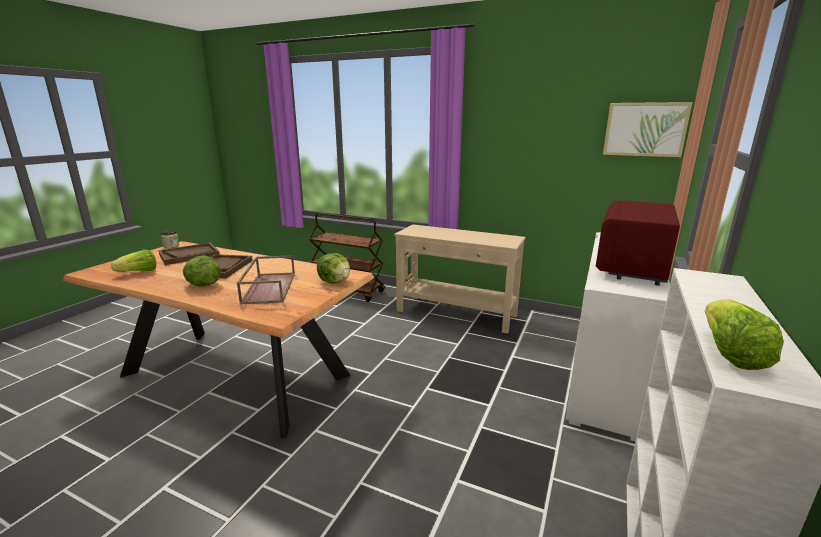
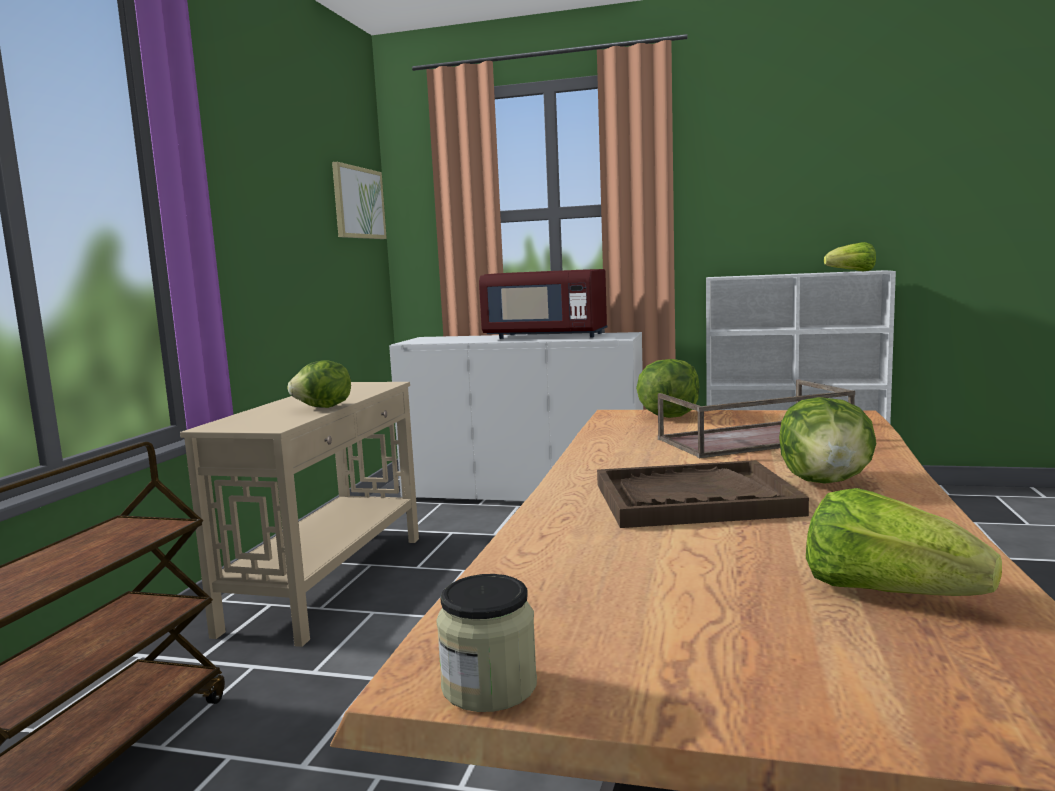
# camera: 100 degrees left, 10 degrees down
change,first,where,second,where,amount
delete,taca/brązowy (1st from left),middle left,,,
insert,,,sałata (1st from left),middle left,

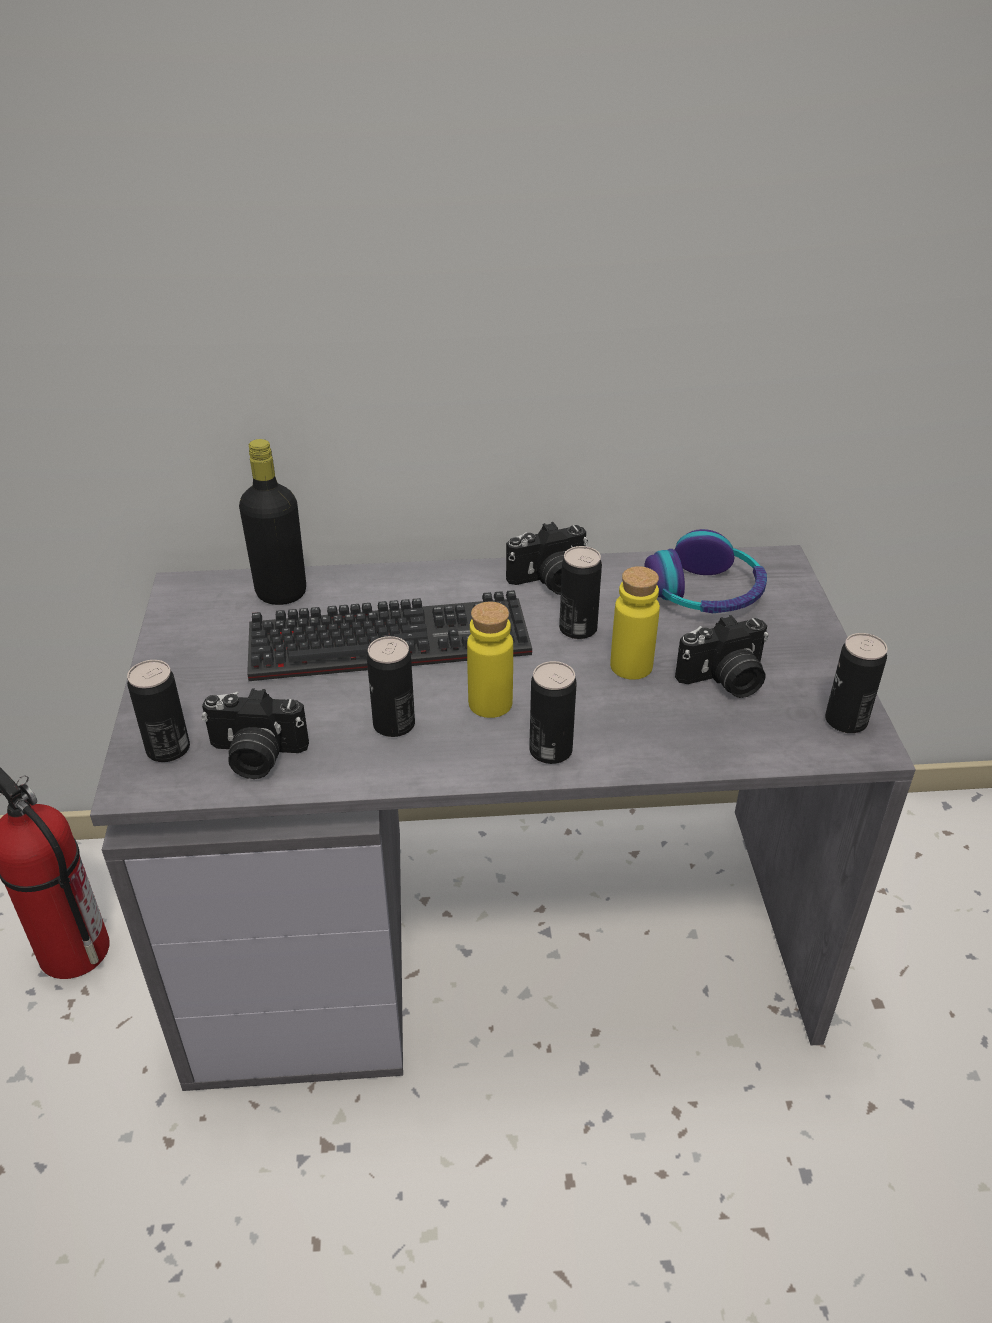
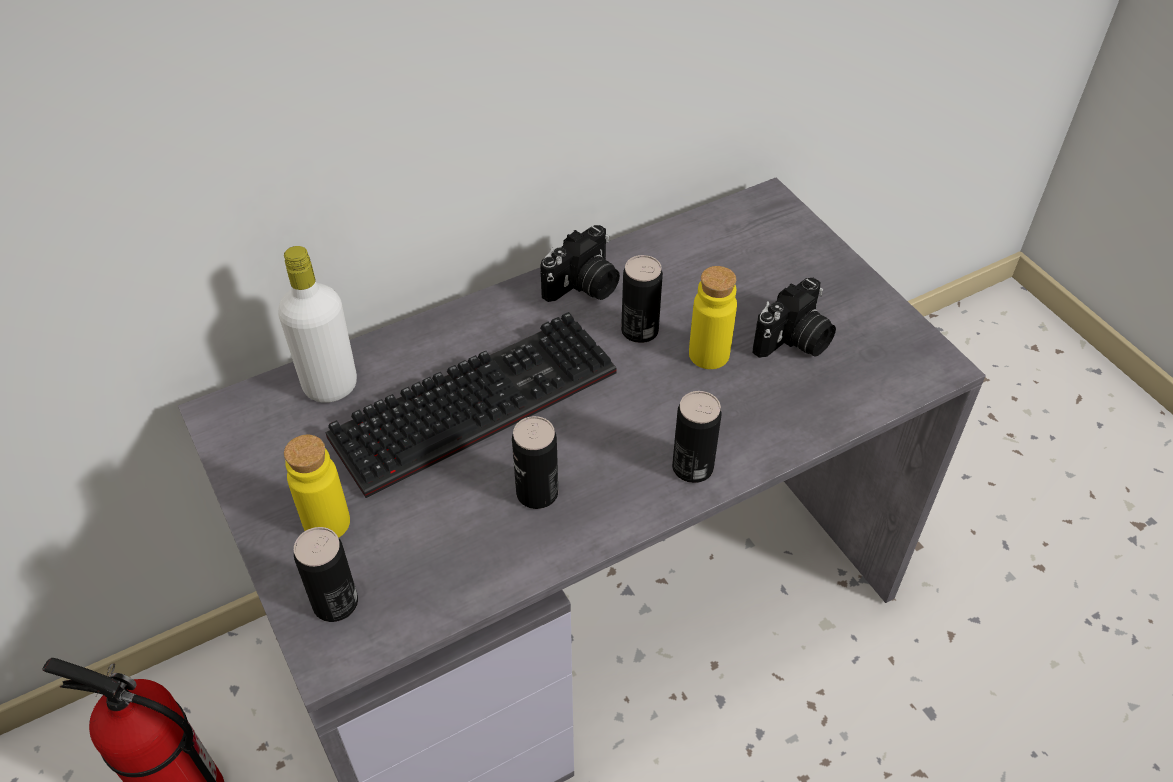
# camera: 25 degrees left, 10 degrees up
change,first,where,second,where,amount
recolor,butelka/czarny,middle left,butelka/biały,middle left,
delete,słuchawki,middle right,,,
move,butelka/żółty (1st from left),centre,,middle left,
delete,puszka (5th from left),middle right,,,
delete,aparat fotograficzny (1st from left),middle left,,,

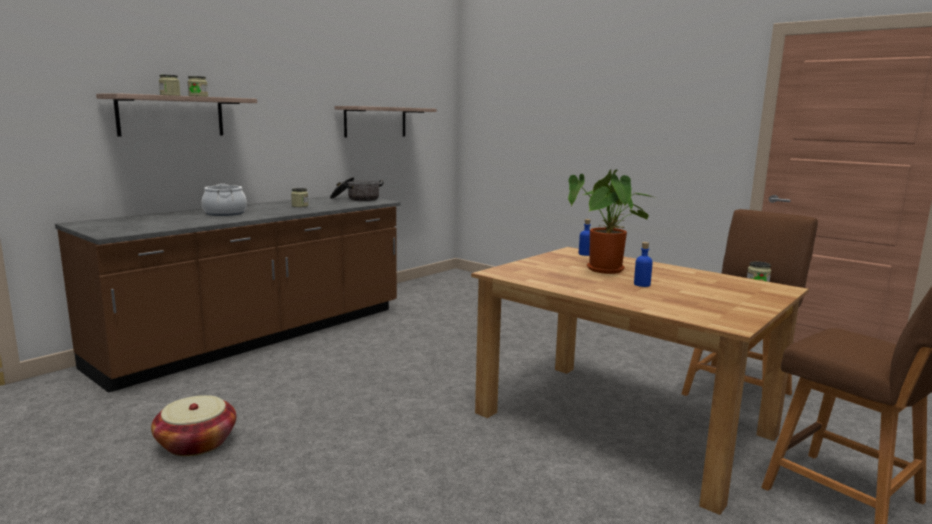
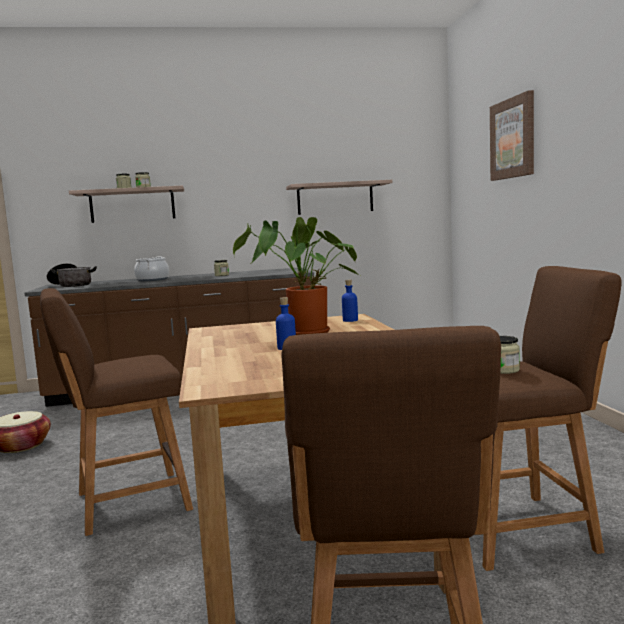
# camera: 40 degrees right, 5 degrees down
change,first,where,second,where,amount
move,garnek (2nd from left in the first image),centre,garnek (1st from left),middle left,
insert,,,obraz,top right,
insert,,,stołek/brązowy (1st from left),middle left,

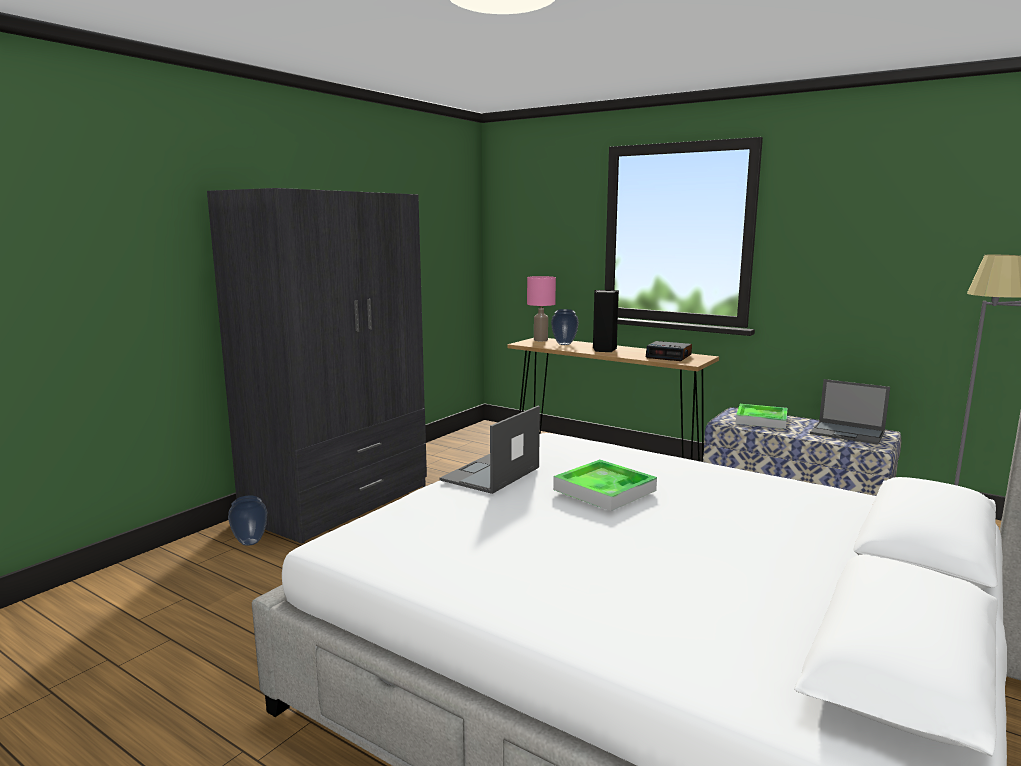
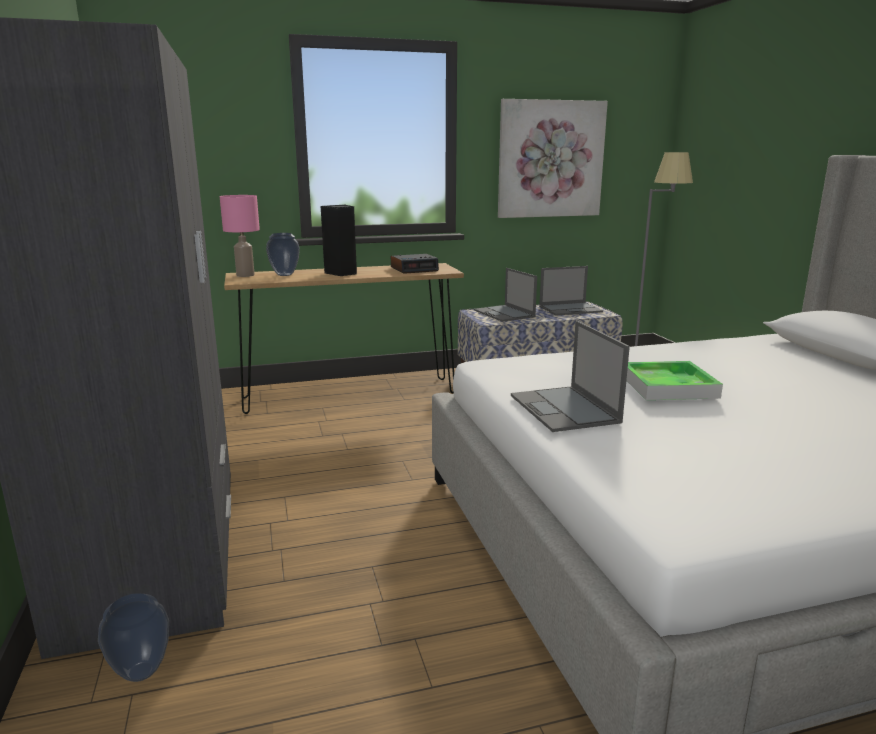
# camera: 50 degrees left, 5 degrees up
change,first,where,second,where,amount
replace,taca (2nd from left),middle right,laptop (1st from left),centre,
insert,,,obraz,top centre,

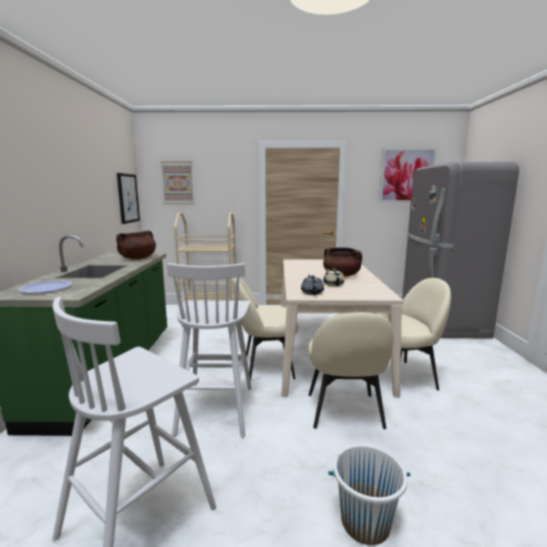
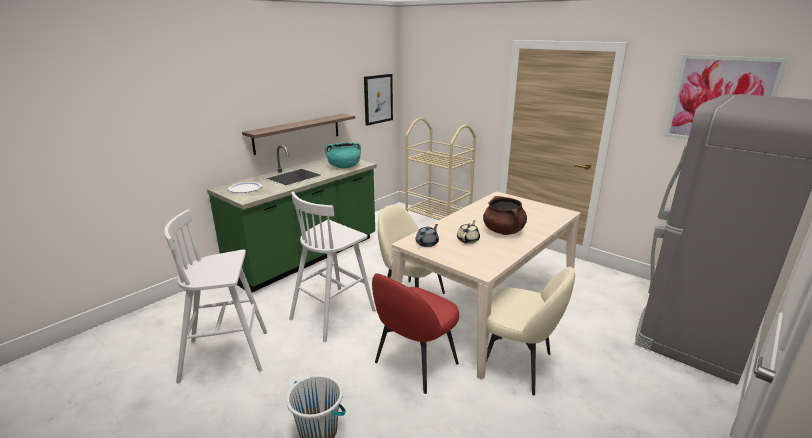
# camera: 40 degrees right, 10 degrees up
change,first,where,second,where,amount
delete,obraz (2nd from left),top left,,,
recolor,garnek/brązowy (1st from left),middle left,garnek/turkusowy,centre,
recolor,krzesło/beżowy (2nd from left),bottom centre,krzesło/czerwony,bottom centre,
insert,,,półka,top centre,

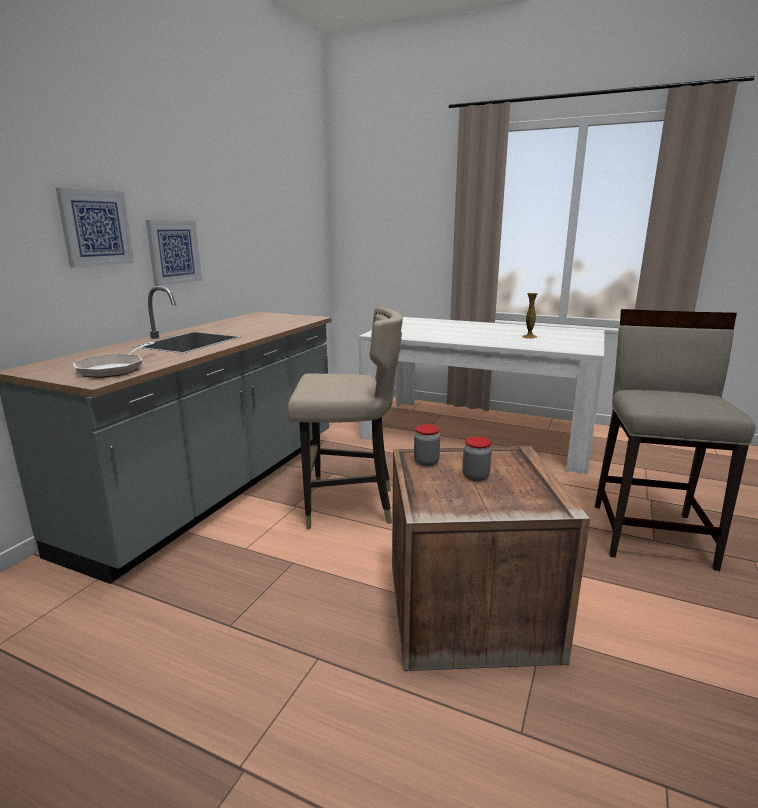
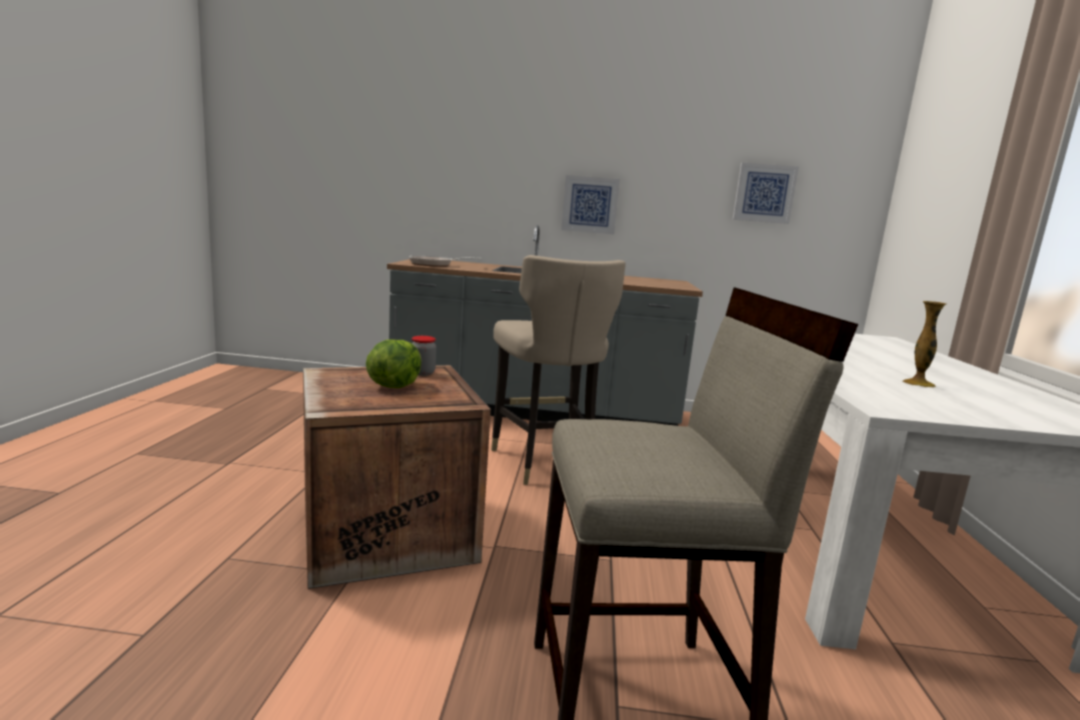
# camera: 70 degrees right, 5 degrees down
change,first,where,second,where,amount
move,obraz (1st from left in the first image),top left,obraz (2nd from left),top right,
replace,słoik (2nd from left),centre,sałata,centre,

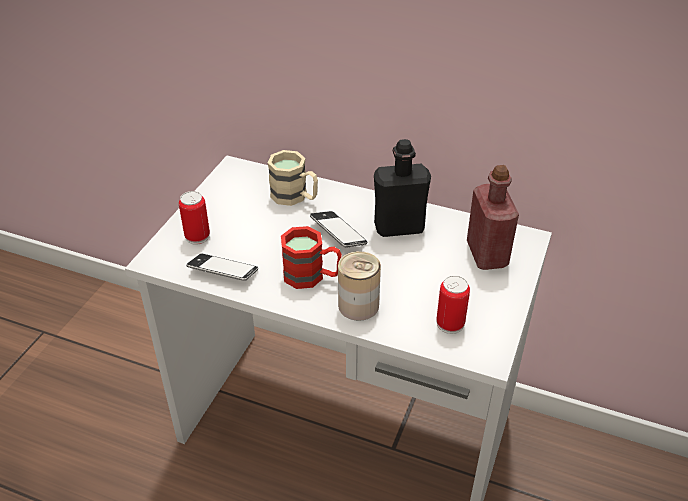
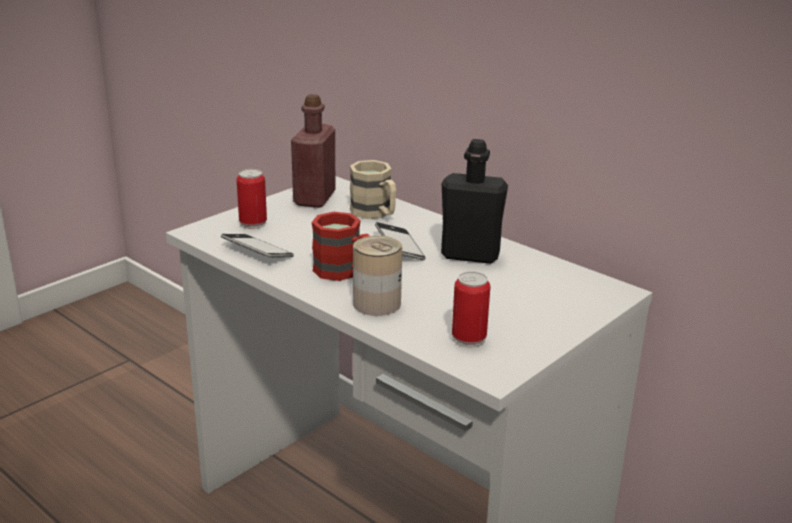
# camera: 20 degrees right, 15 degrees down
change,first,where,second,where,amount
move,butelka/czerwony,middle right,,top centre,

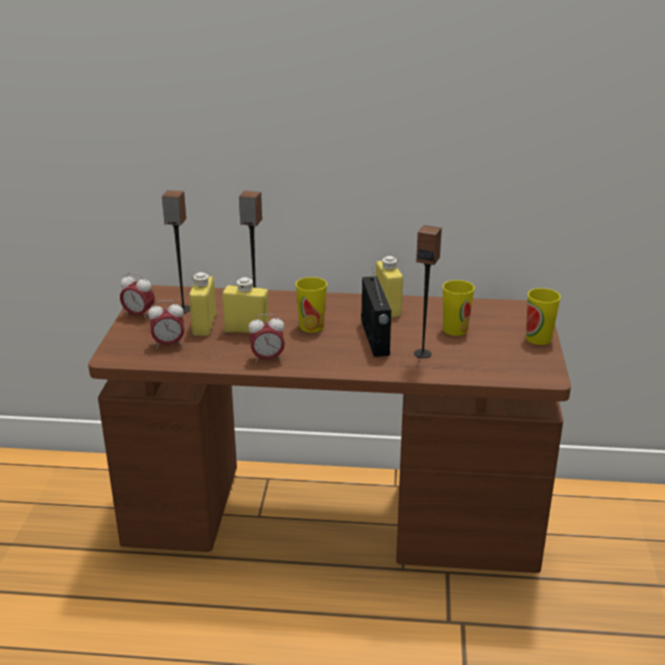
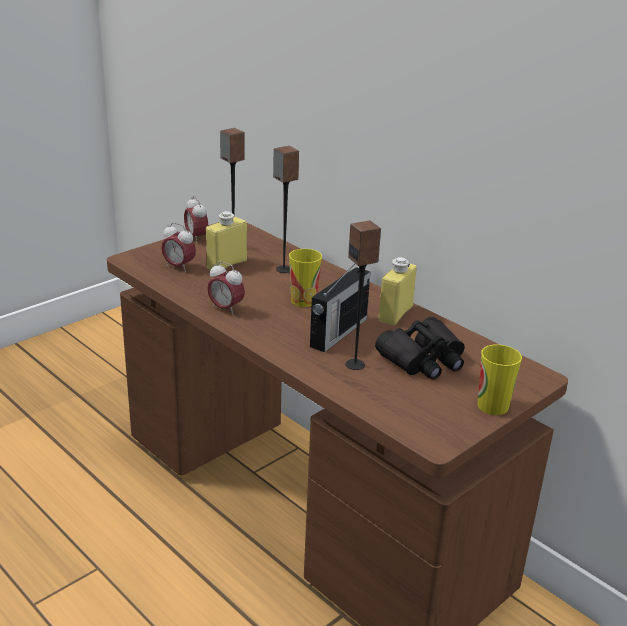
# camera: 40 degrees right, 0 degrees up
change,first,where,second,where,amount
delete,butelka/żółty (2nd from left),centre,,,
replace,filiżanka (2nd from left),middle right,lornetka/czarny,middle right,

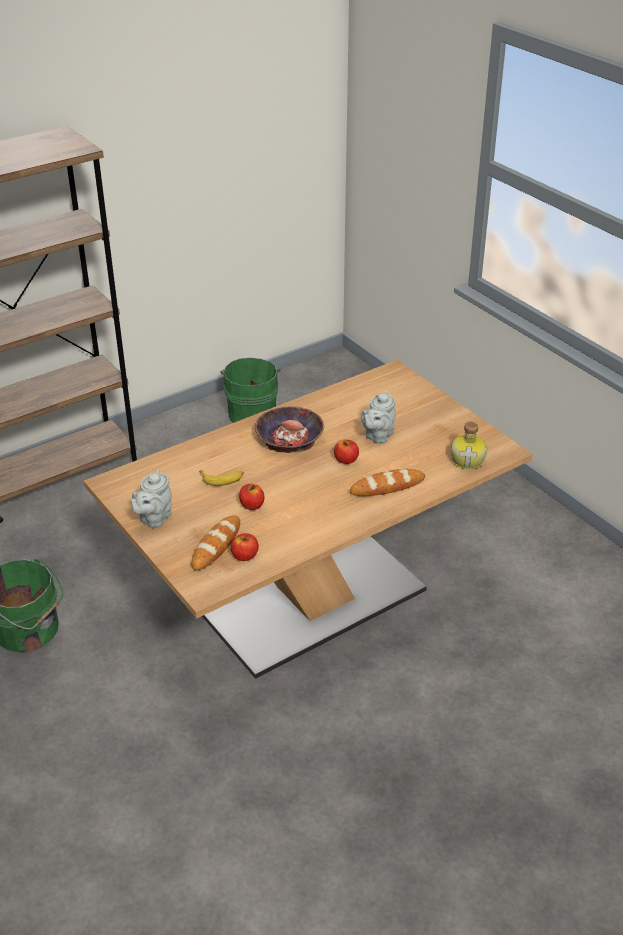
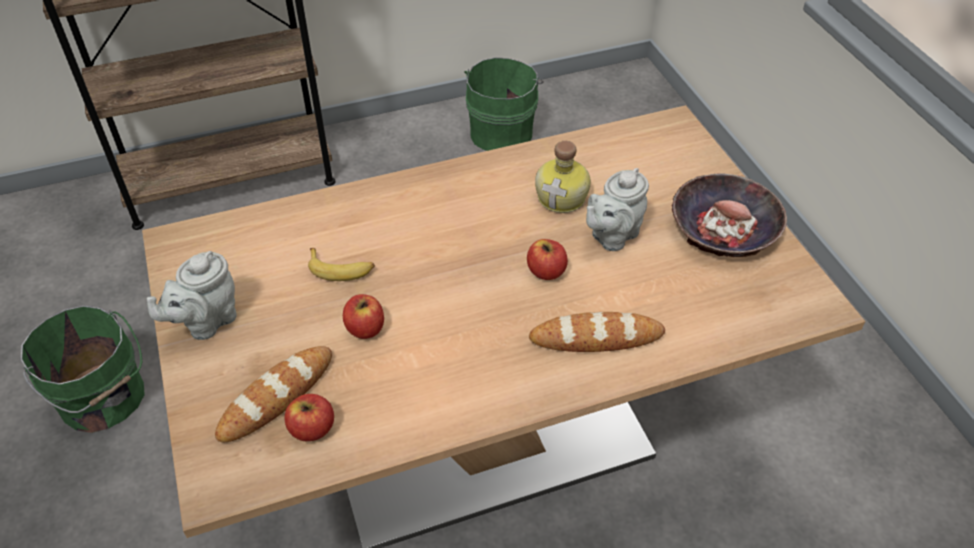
# camera: 15 degrees right, 10 degrees up
change,first,where,second,where,amount
move,miska,centre,,middle right,
move,butelka,middle right,,top centre,

